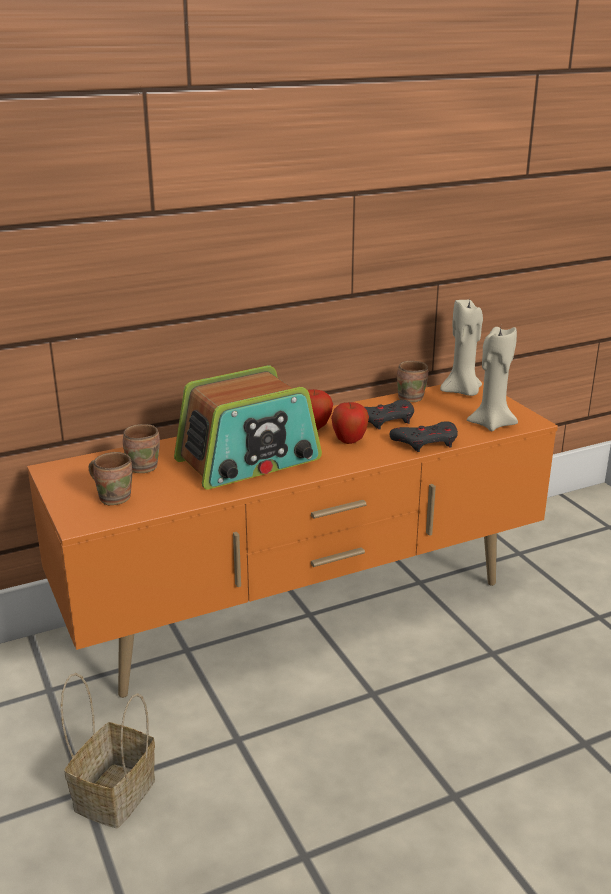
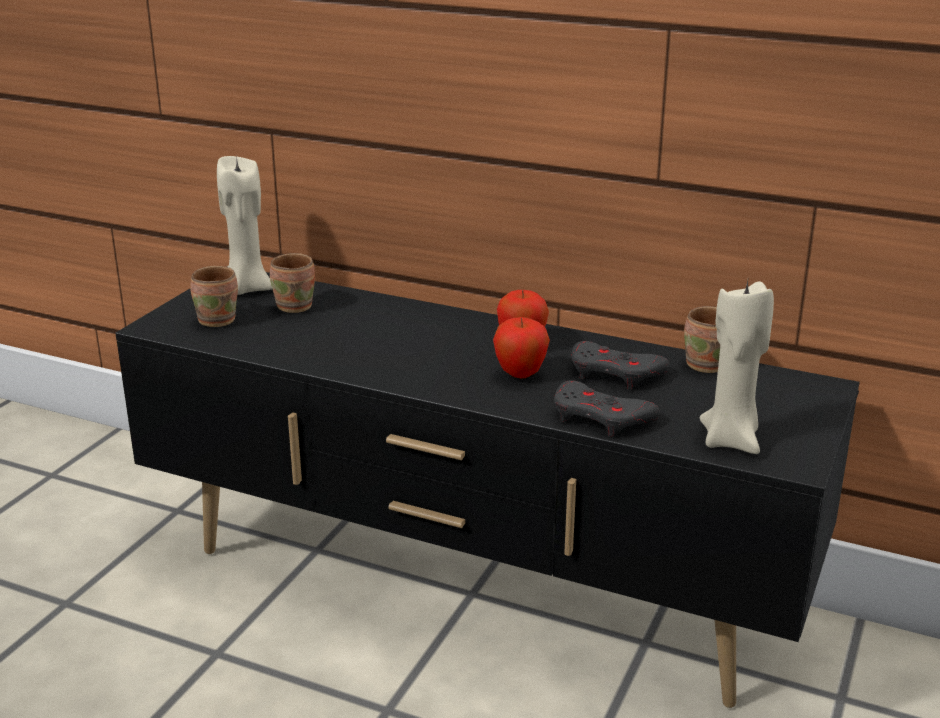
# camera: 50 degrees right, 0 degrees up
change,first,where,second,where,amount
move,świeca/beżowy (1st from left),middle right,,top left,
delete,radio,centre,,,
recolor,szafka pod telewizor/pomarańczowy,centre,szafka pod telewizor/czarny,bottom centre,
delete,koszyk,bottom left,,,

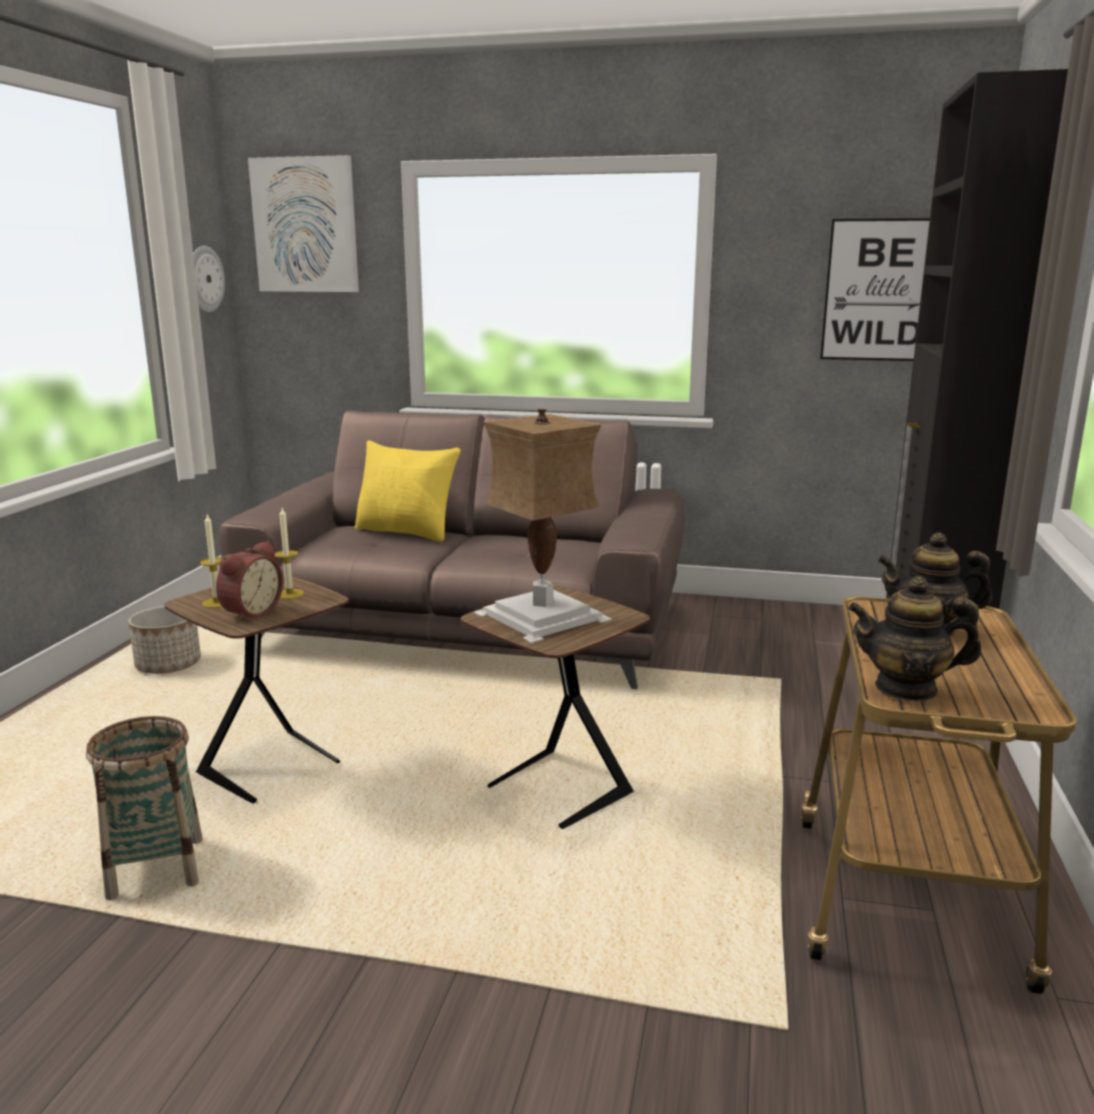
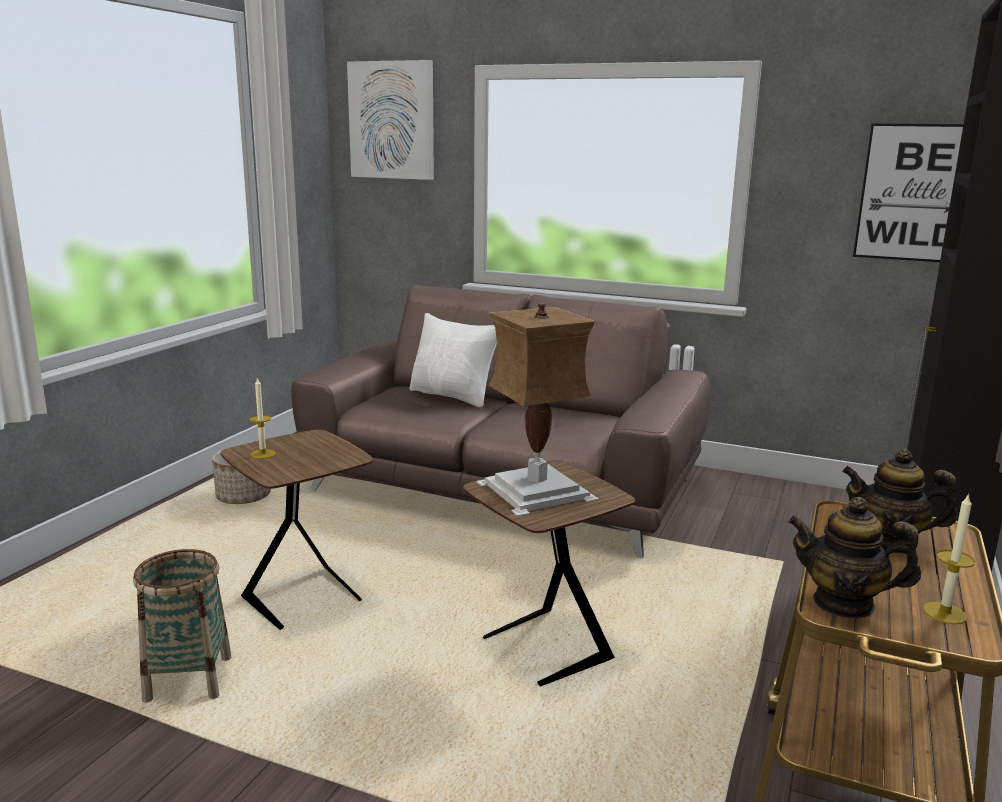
# camera: 10 degrees right, 0 degrees up
change,first,where,second,where,amount
delete,zegar ścienny,top left,,,
recolor,poduszka/żółty,centre,poduszka/biały,centre,
move,świeca (2nd from left),middle left,,bottom right,
delete,budzik,middle left,,,

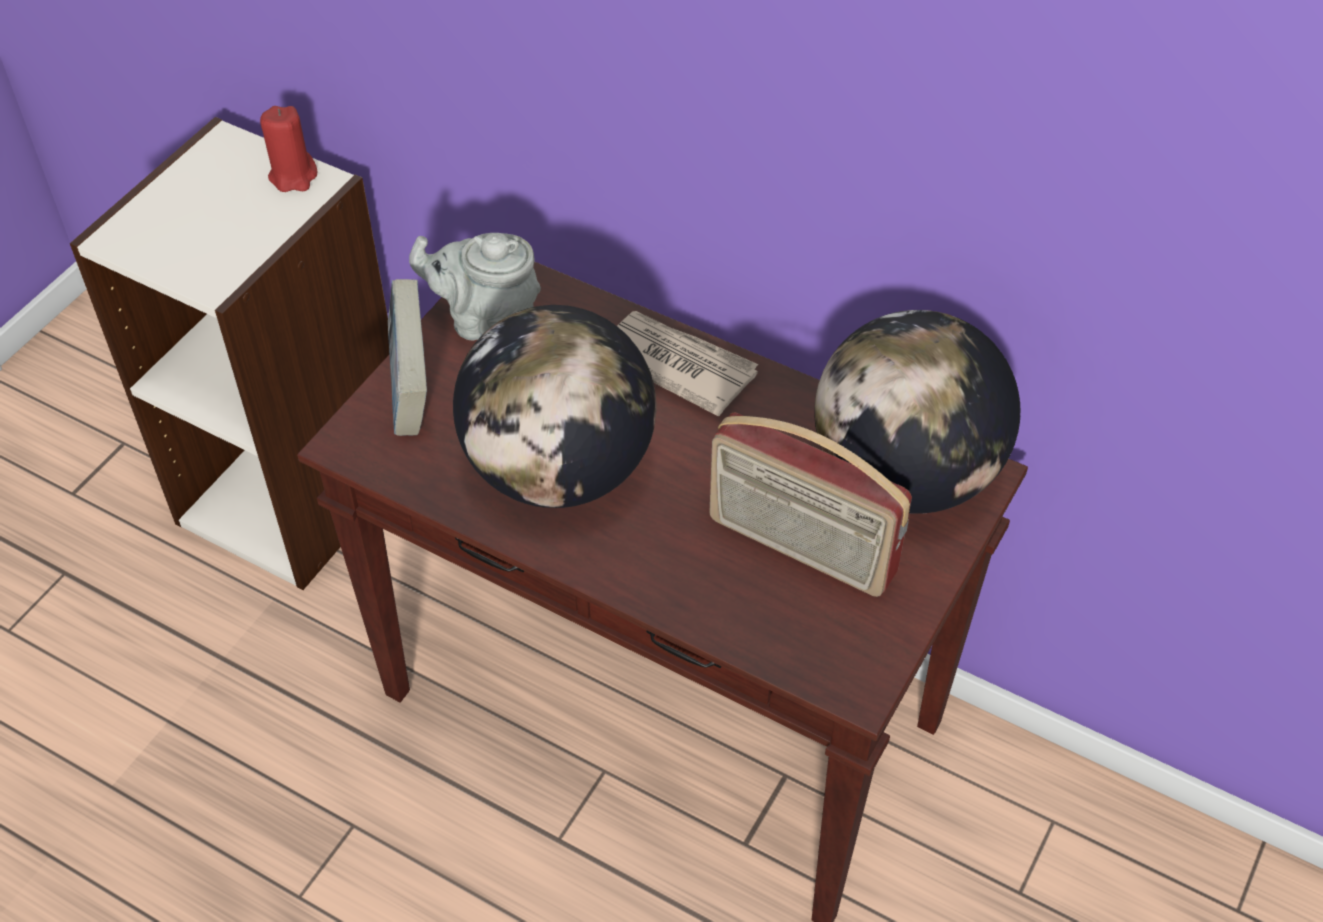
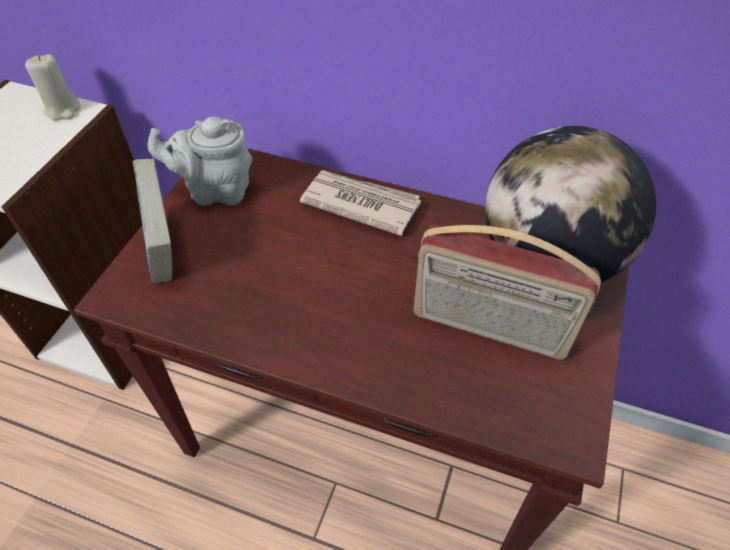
# camera: 10 degrees left, 0 degrees up
change,first,where,second,where,amount
recolor,świeca/czerwony,top left,świeca/beżowy,top left,
delete,globus (1st from left),centre,,,

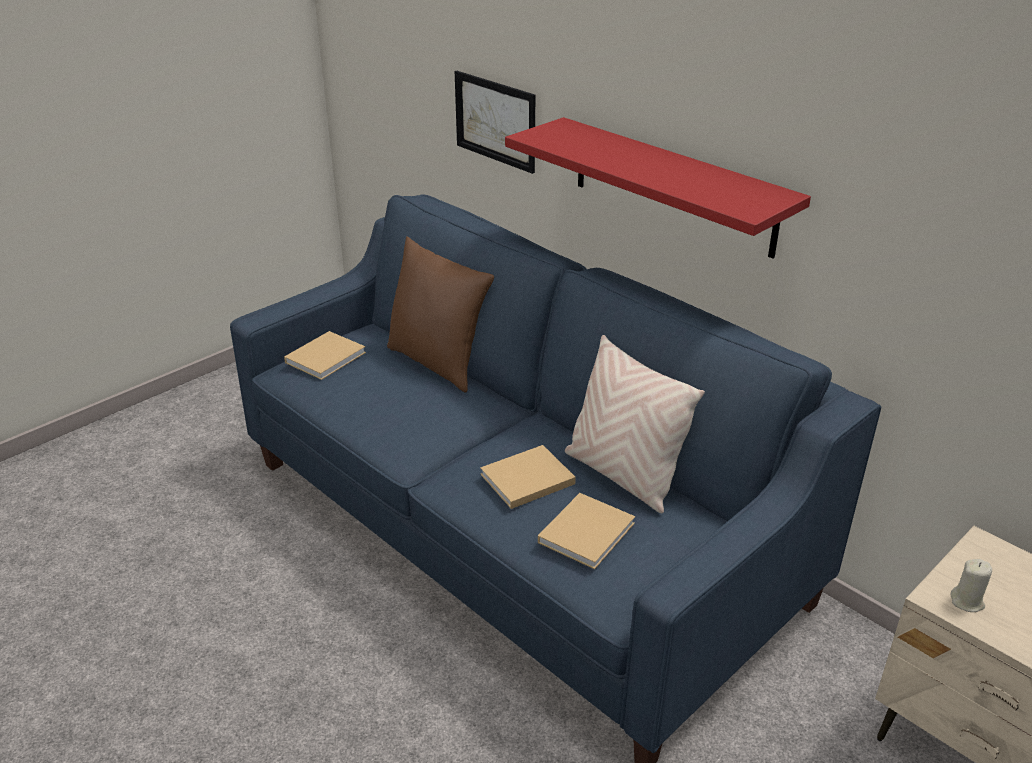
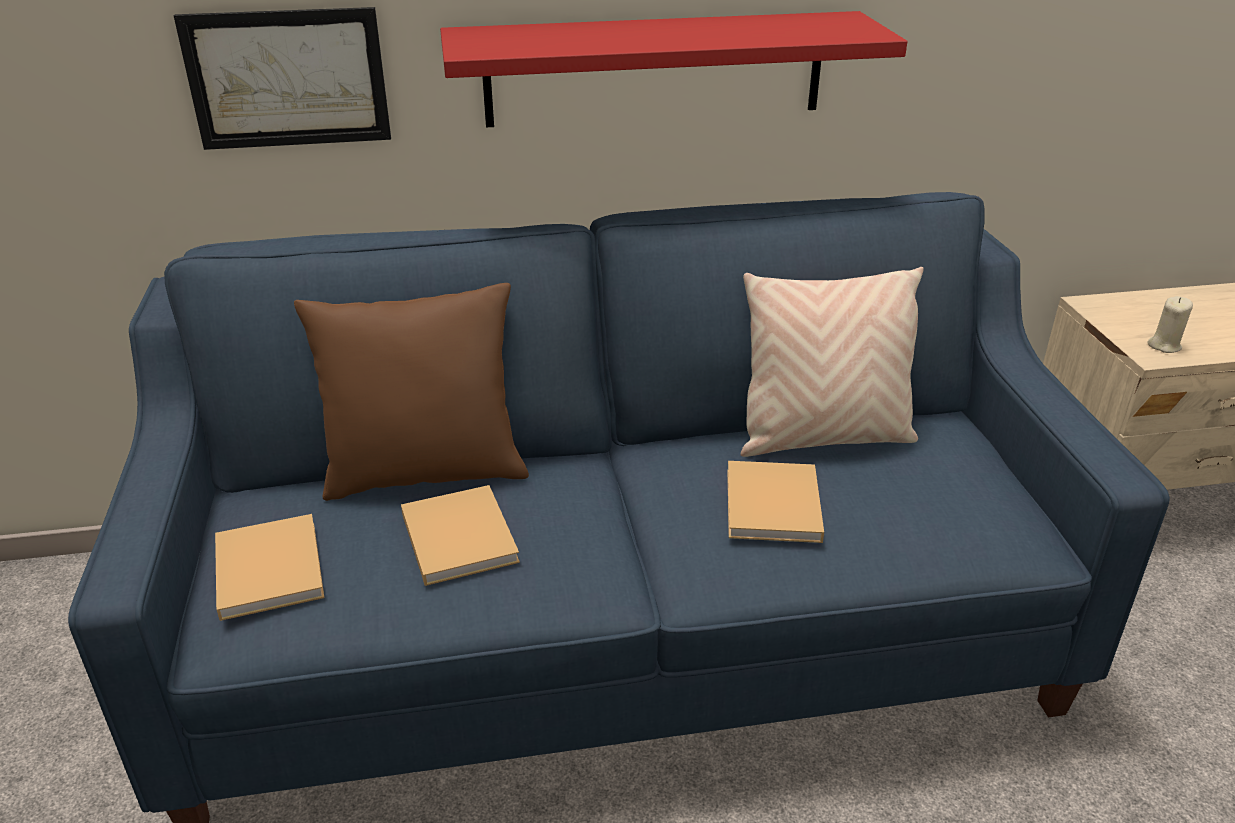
# camera: 55 degrees left, 0 degrees up
change,first,where,second,where,amount
move,książka/beżowy (3rd from left in the first image),bottom centre,książka/beżowy (2nd from left),centre,

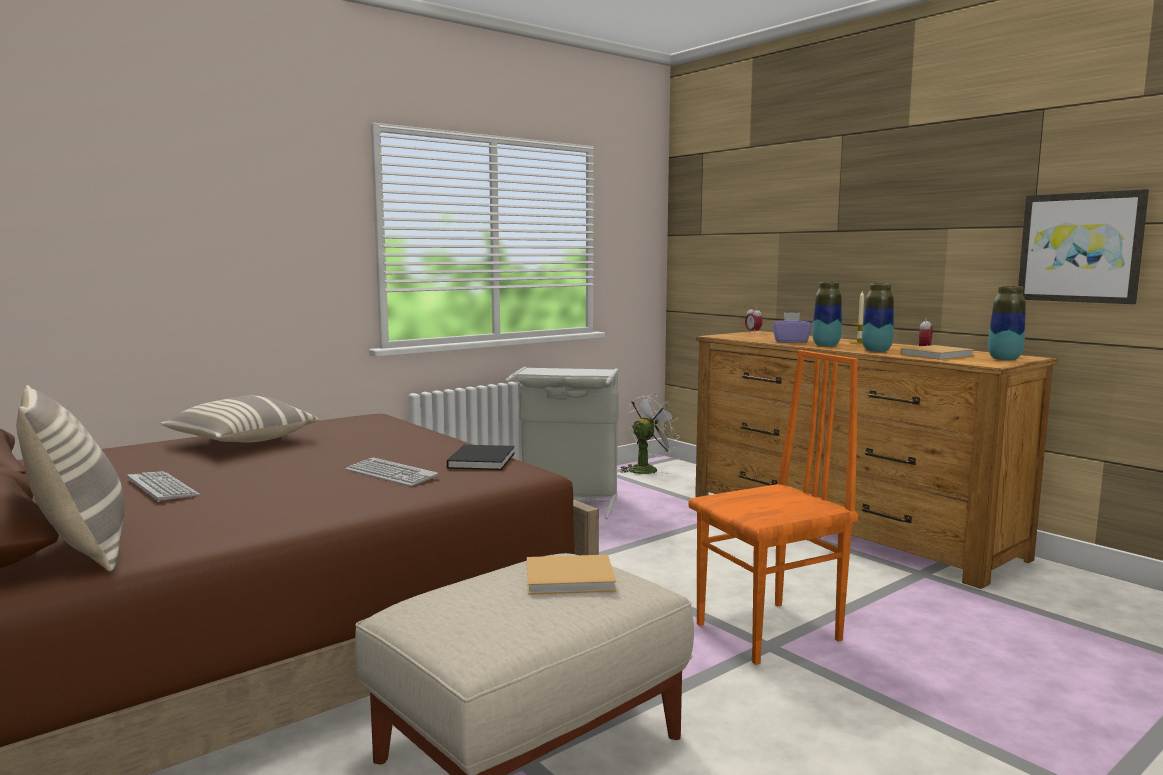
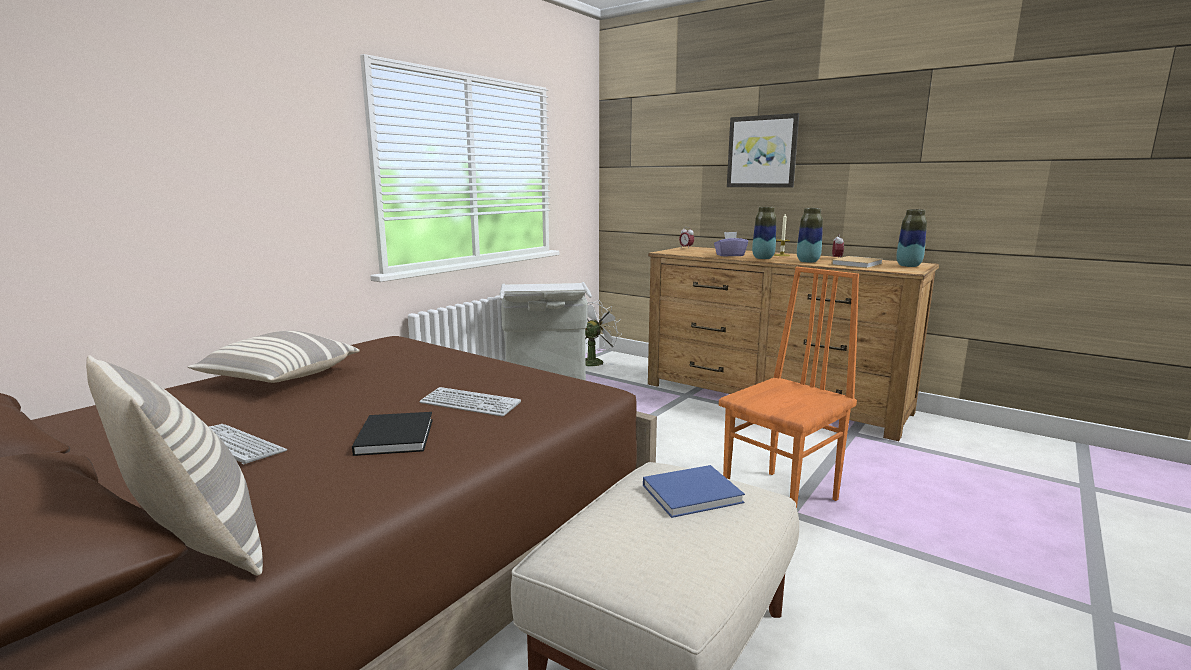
# camera: 15 degrees left, 5 degrees up
change,first,where,second,where,amount
move,obraz,top right,,top centre,
move,książka/czarny,centre,,middle left,
recolor,książka/beżowy (1st from left),bottom centre,książka/niebieski,bottom centre,

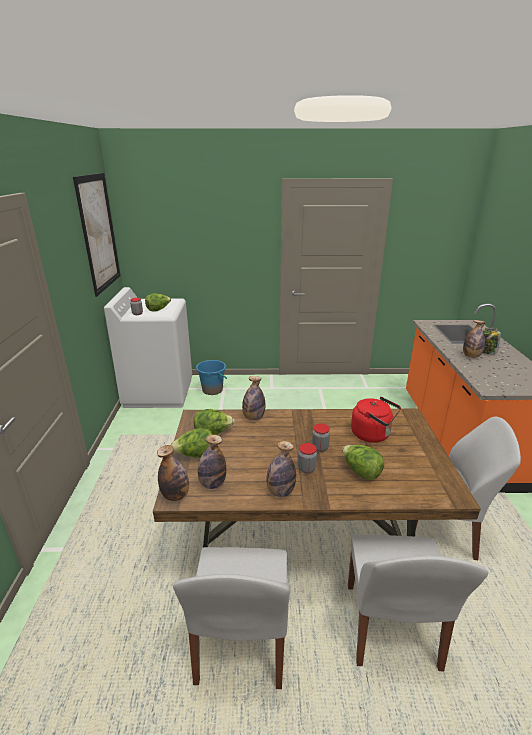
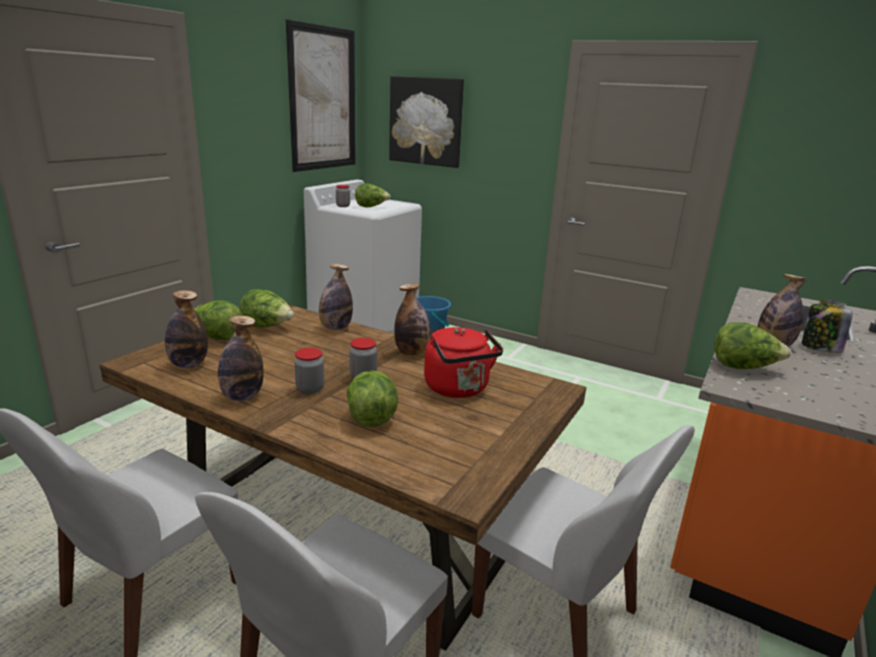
# camera: 30 degrees right, 5 degrees down
change,first,where,second,where,amount
move,butelka (1st from left in the first image),middle left,butelka (4th from left),centre,
insert,,,obraz (2nd from left),top centre,
insert,,,sałata (5th from left),middle right,

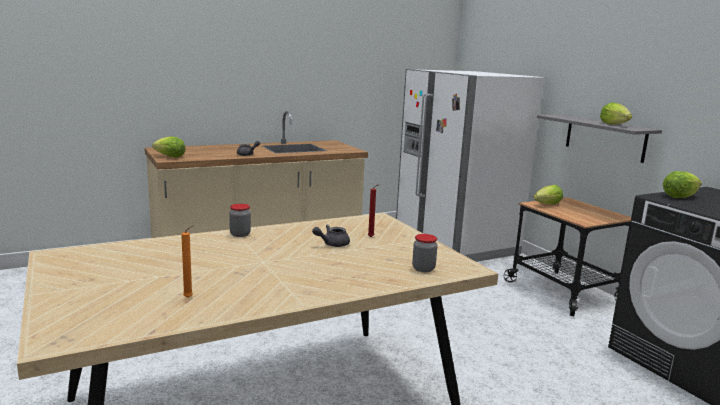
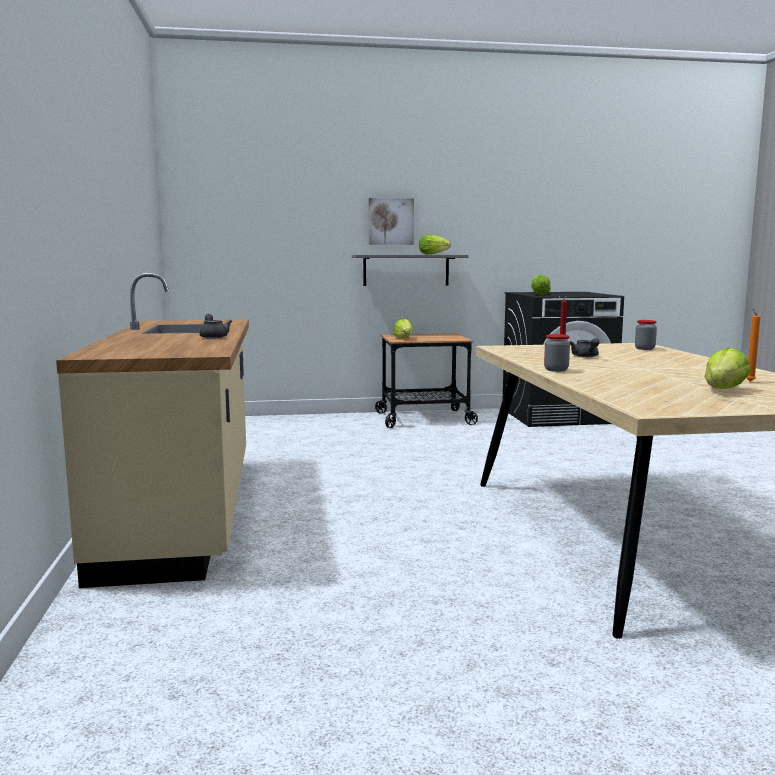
# camera: 70 degrees left, 5 degrees down
change,first,where,second,where,amount
delete,lodówka/biały,centre,,,
move,sałata (1st from left in the first image),middle left,sałata (4th from left),middle right,
insert,,,obraz,top centre,

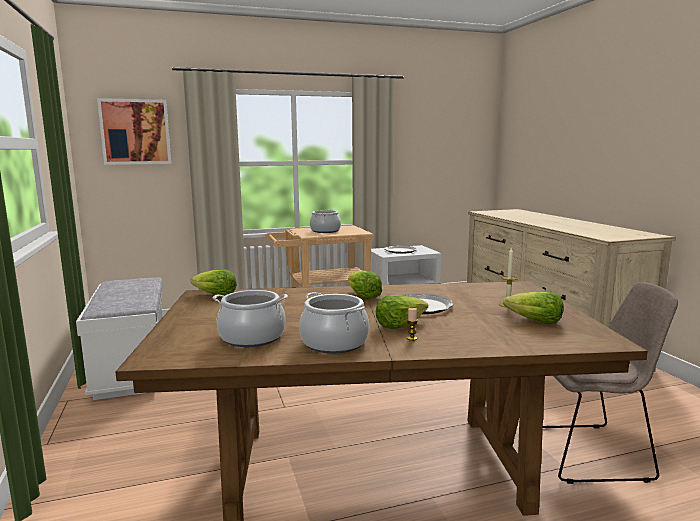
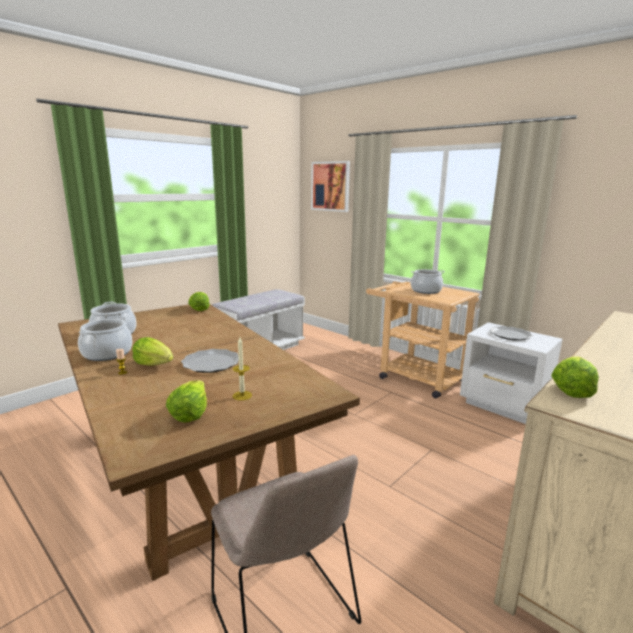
# camera: 60 degrees right, 5 degrees up
change,first,where,second,where,amount
move,sałata (2nd from left in the first image),centre,sałata (4th from left),middle right,

